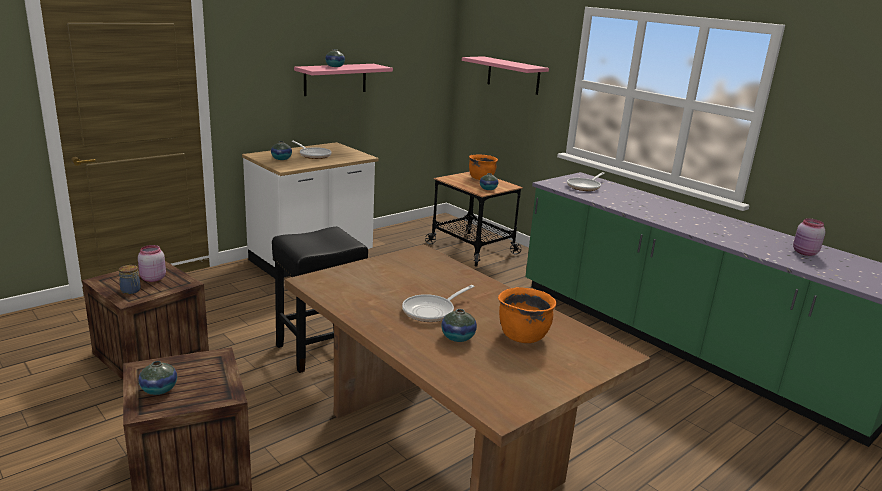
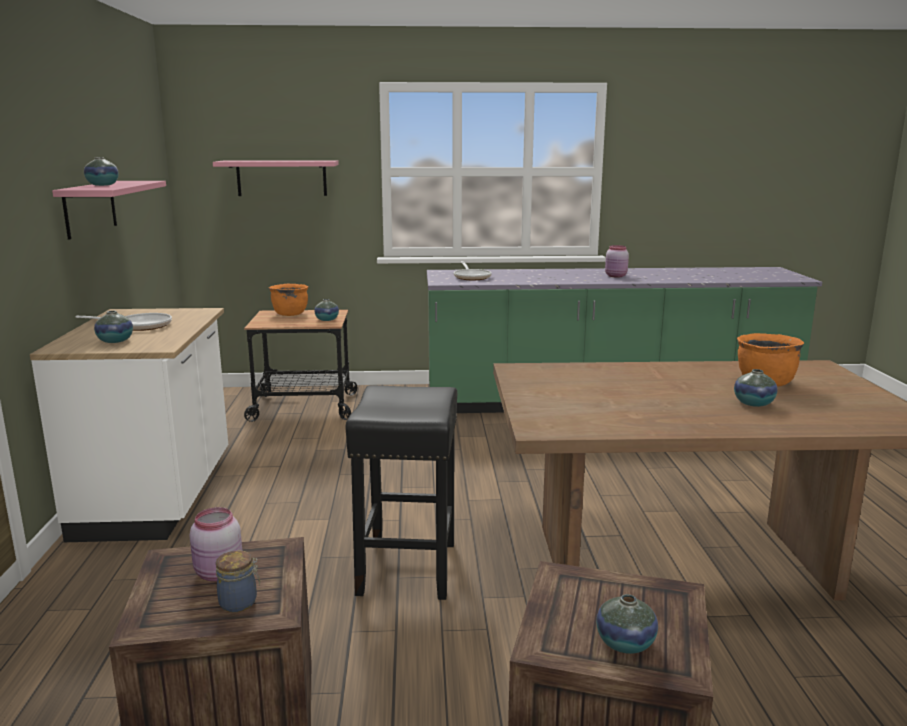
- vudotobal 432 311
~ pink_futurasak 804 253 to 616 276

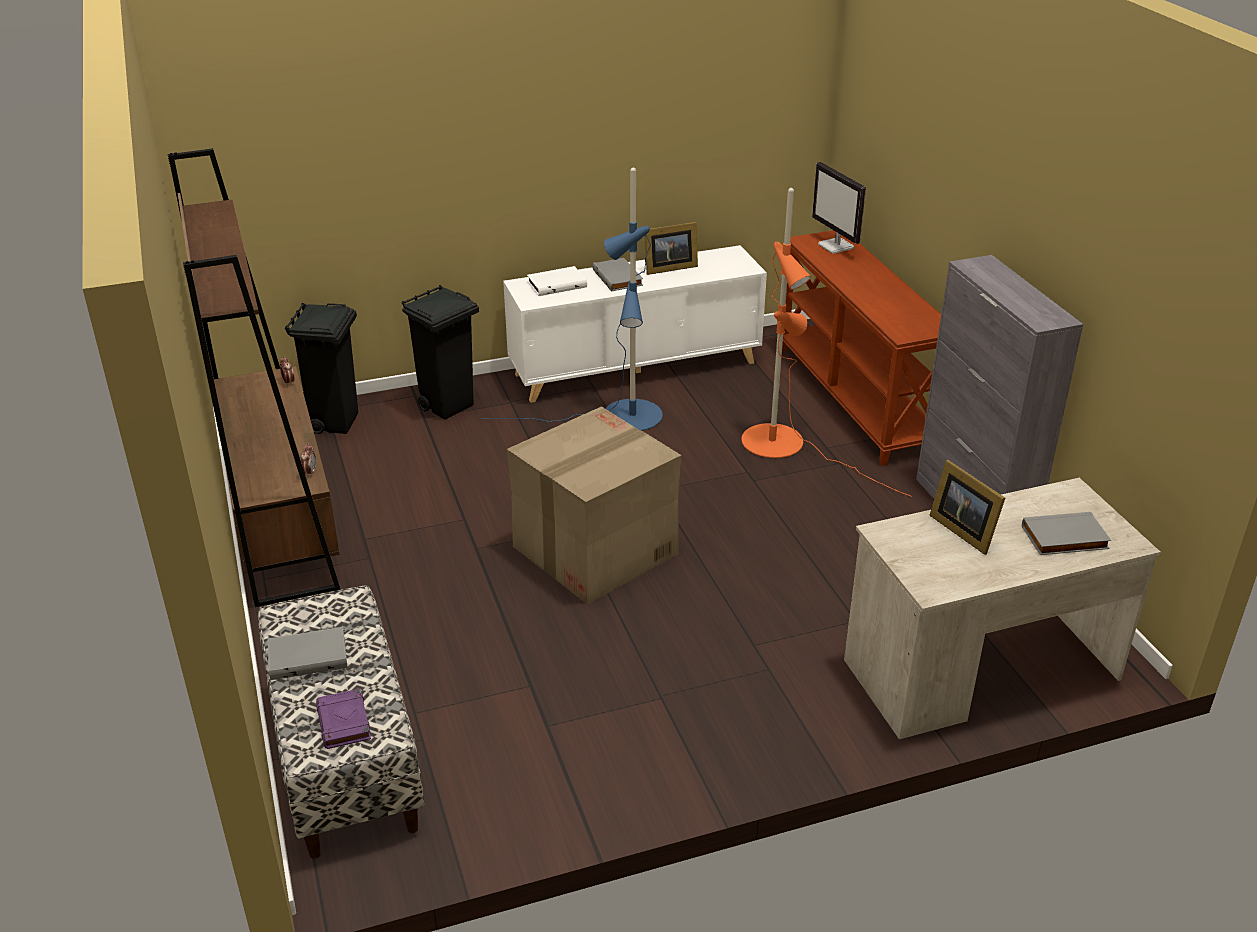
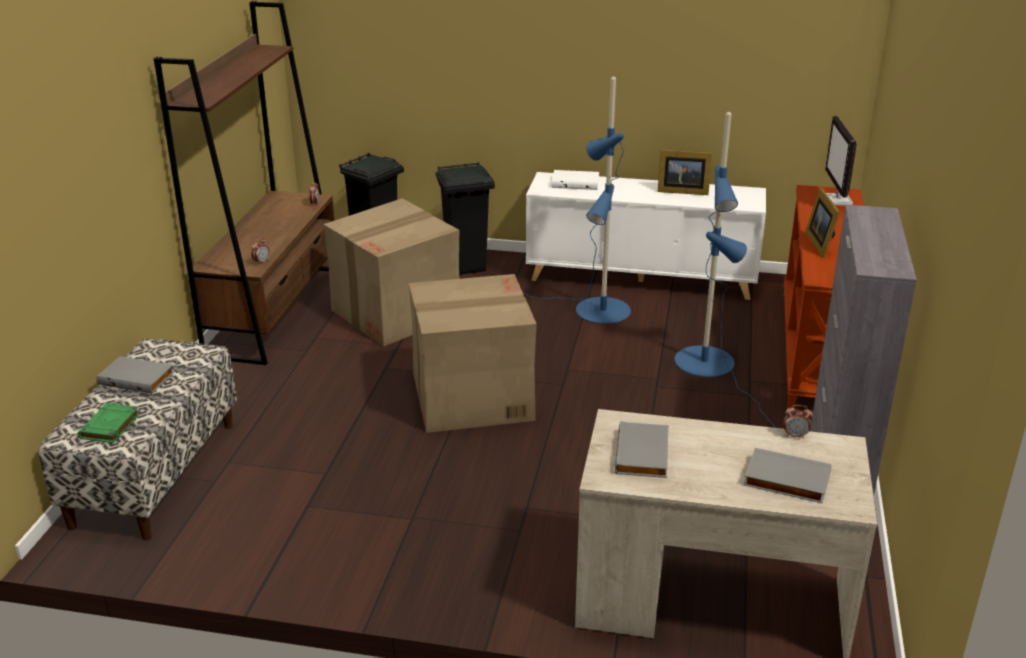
+ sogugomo 397 312
+ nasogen 795 435
~ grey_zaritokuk 619 278 to 644 454
~ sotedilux 962 530 to 821 244
~ purple_zaritokuk 344 723 to green_zaritokuk 110 427
~ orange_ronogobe 785 446 to blue_ronogobe 712 368

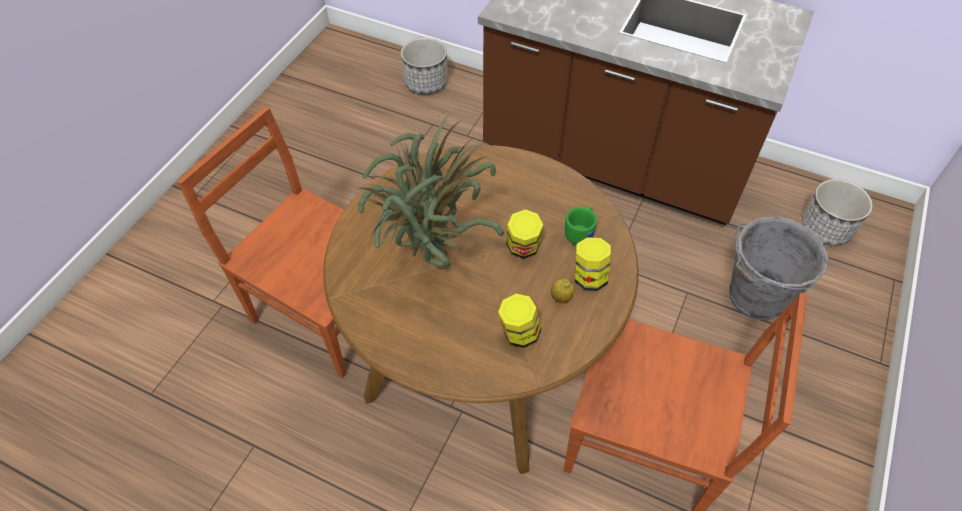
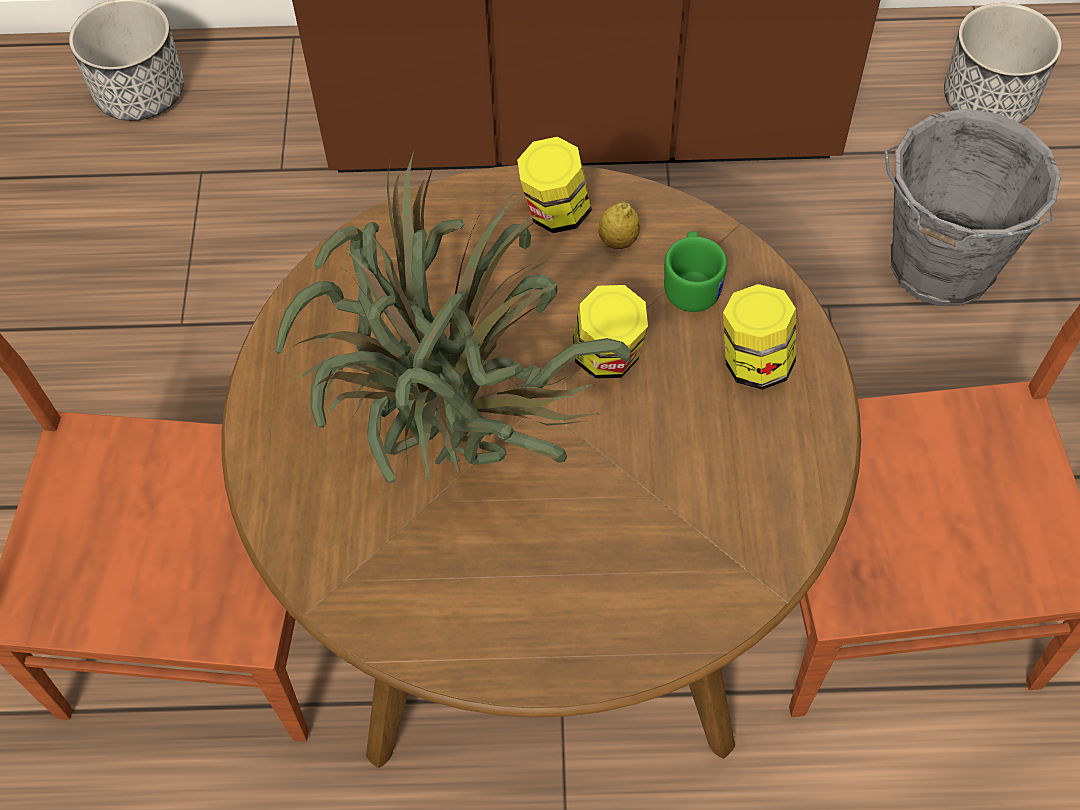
~ futurasak 519 333 to 555 213
~ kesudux 561 298 to 618 241

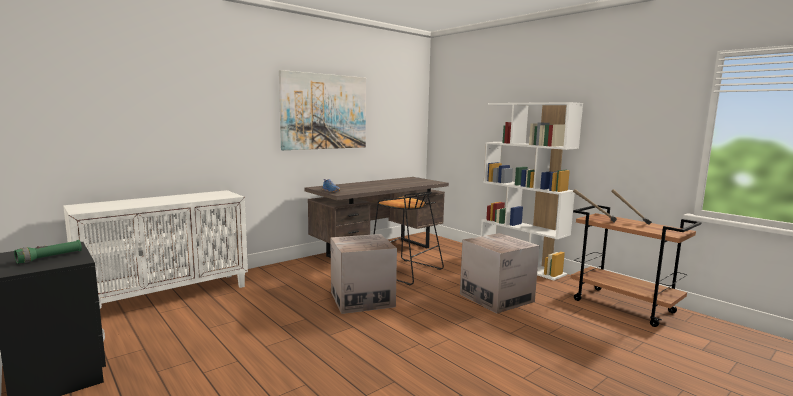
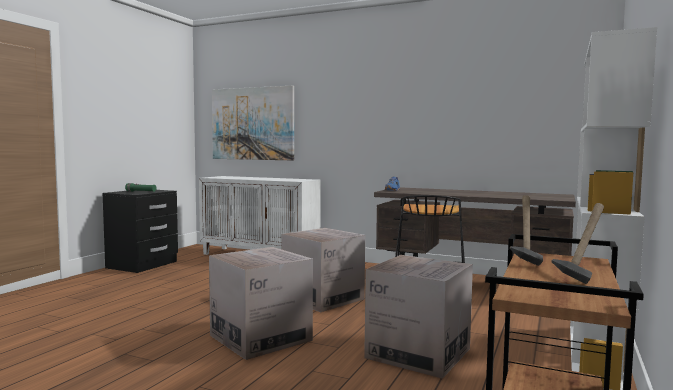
+ sogugomo 260 338
~ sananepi 324 112 to 252 123

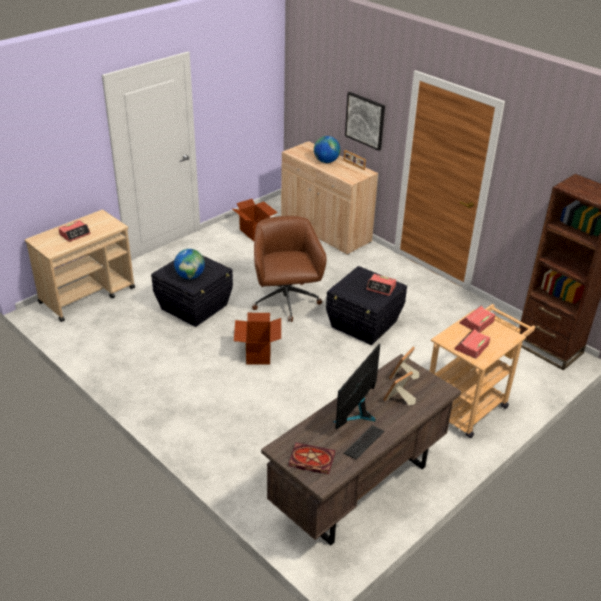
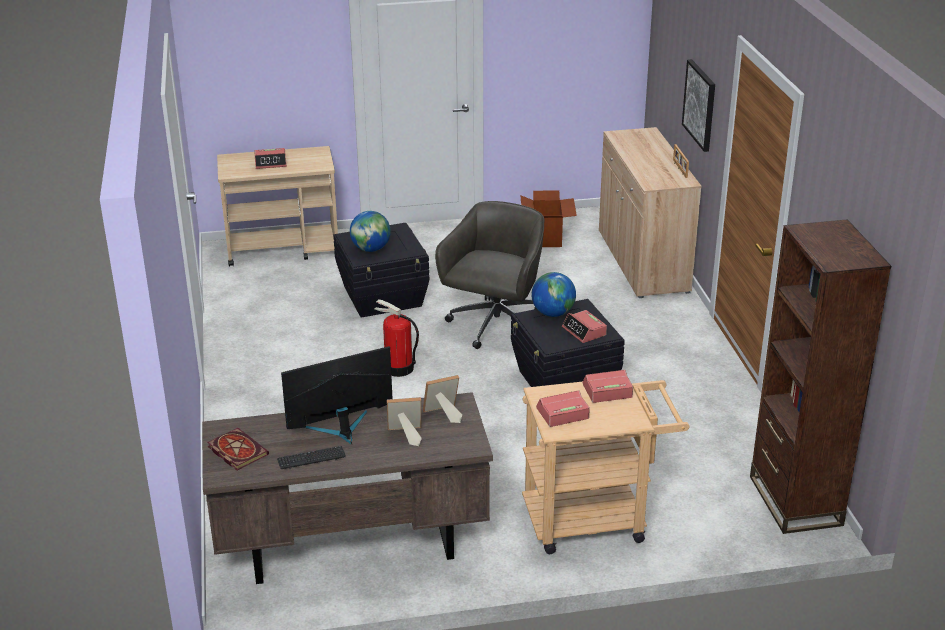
~ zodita 326 161 to 553 313
~ sogugomo 258 353 to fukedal 398 368
~ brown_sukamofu 286 302 to grey_sukamofu 495 326

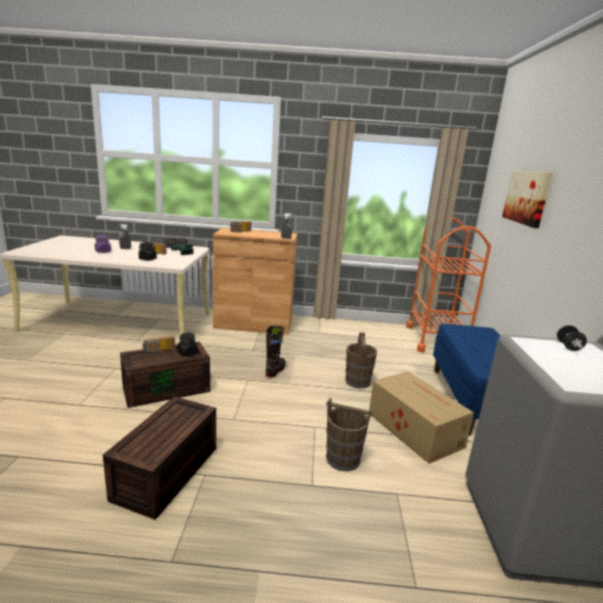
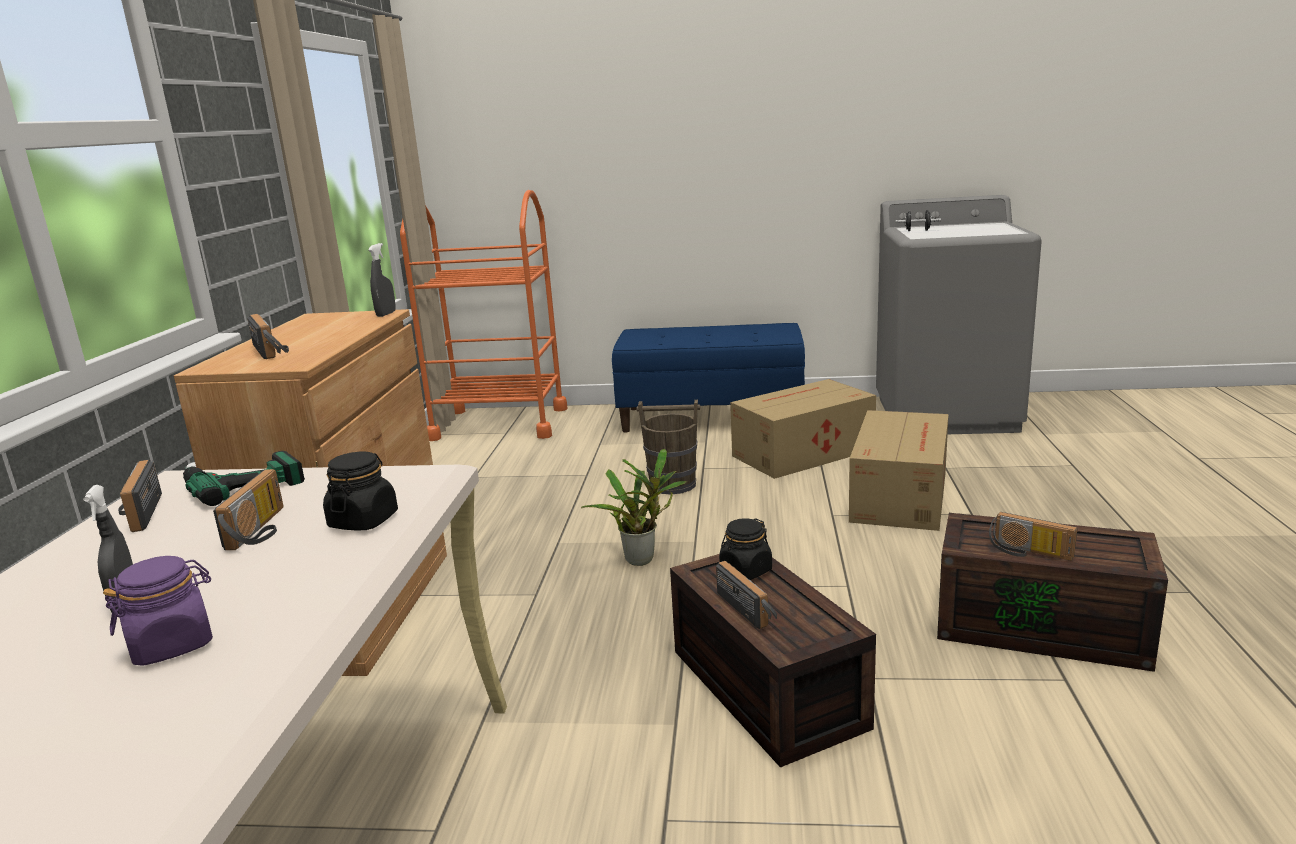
- sananepi 527 197
+ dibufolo 1028 553
~ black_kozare 275 371 to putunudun 643 559
~ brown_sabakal 343 459 to sogugomo 901 495

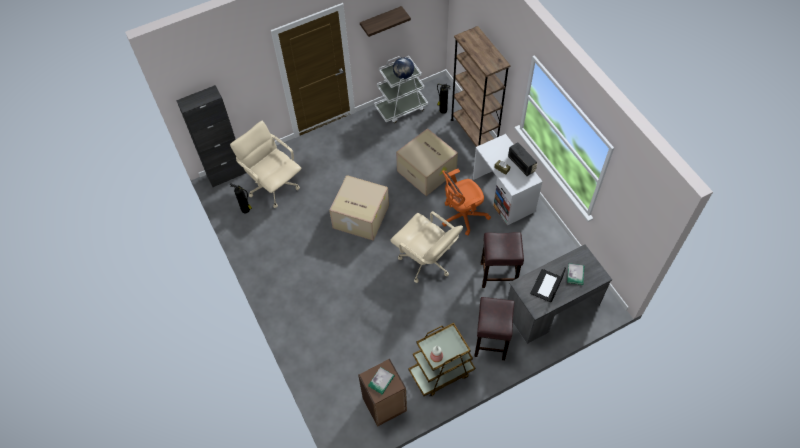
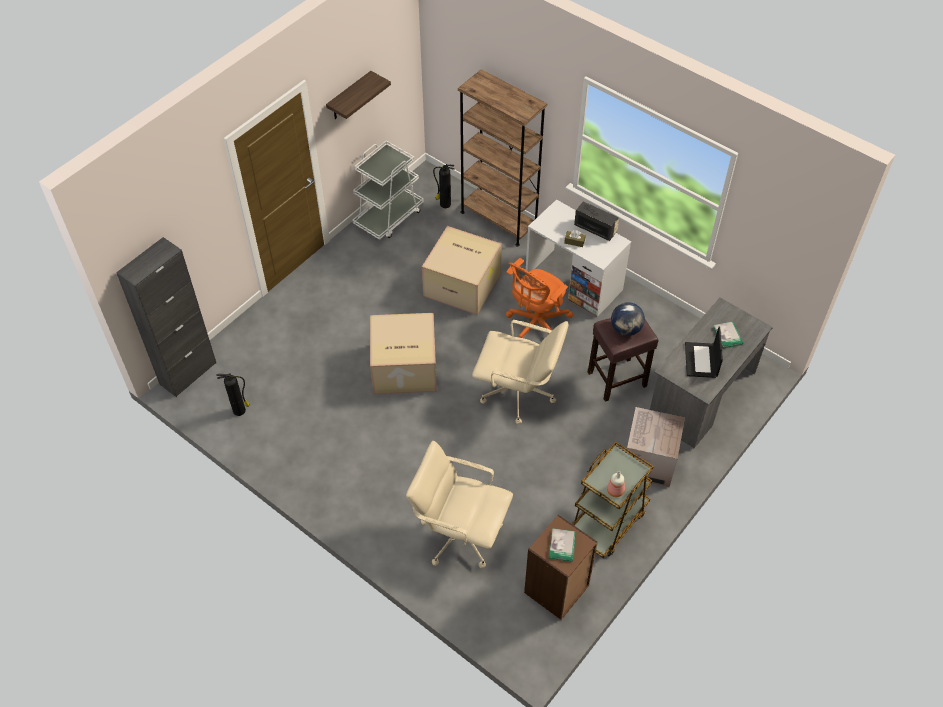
~ beige_sukamofu 273 185 to 460 534
~ zodita 403 75 to 626 329
~ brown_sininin 490 341 to sogugomo 649 461

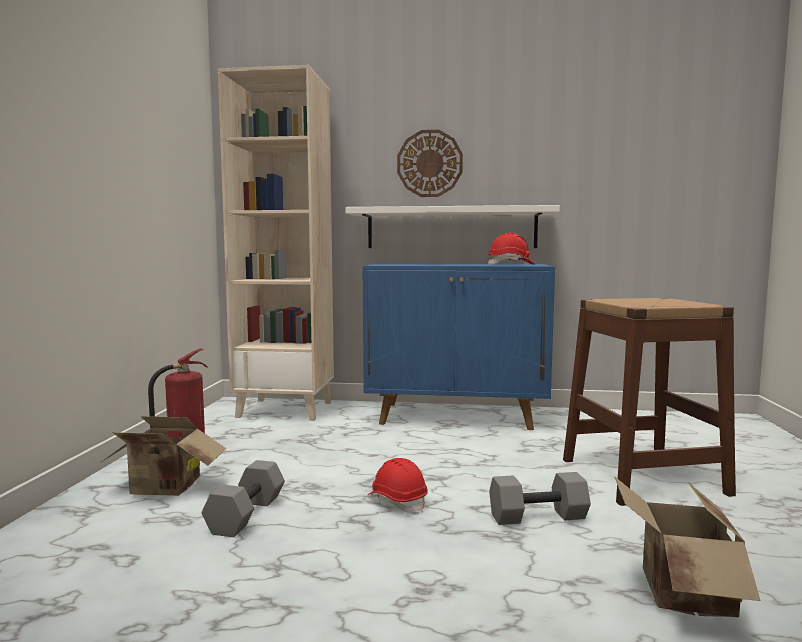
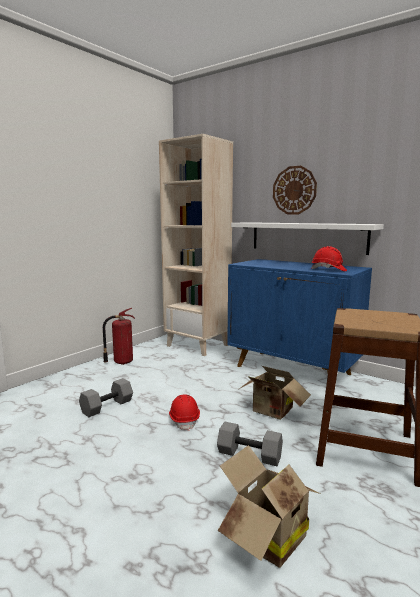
~ sogugomo 165 489 to 272 412

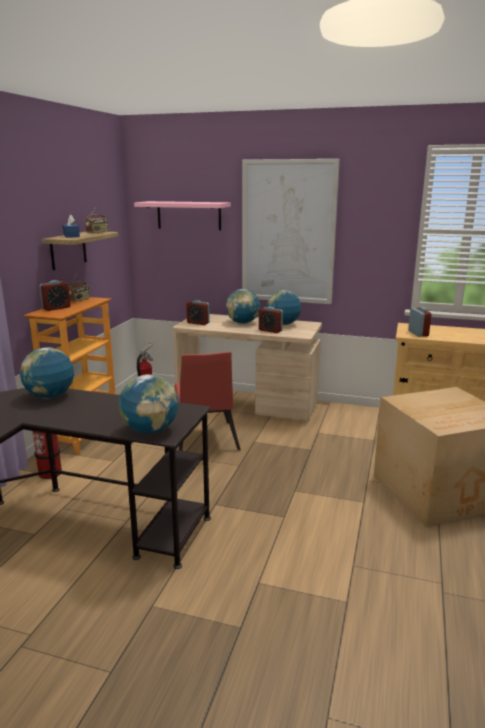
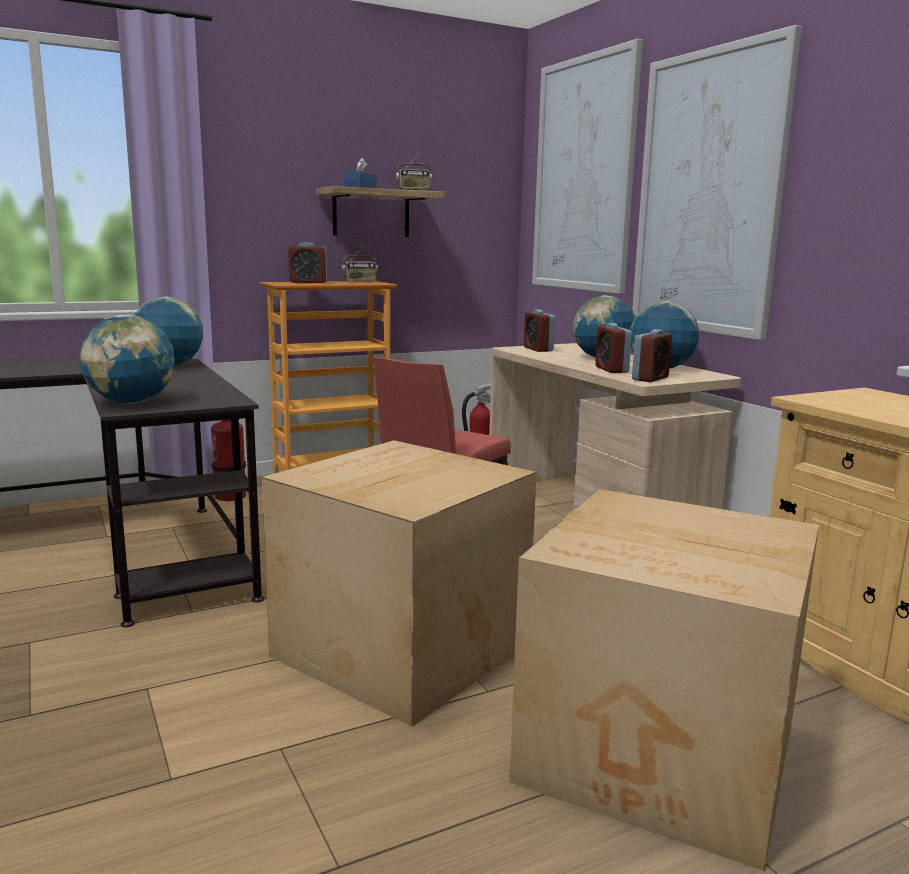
+ sogugomo 397 650
~ nasogen 418 333 to 650 378
~ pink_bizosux 189 215 to sananepi 584 176

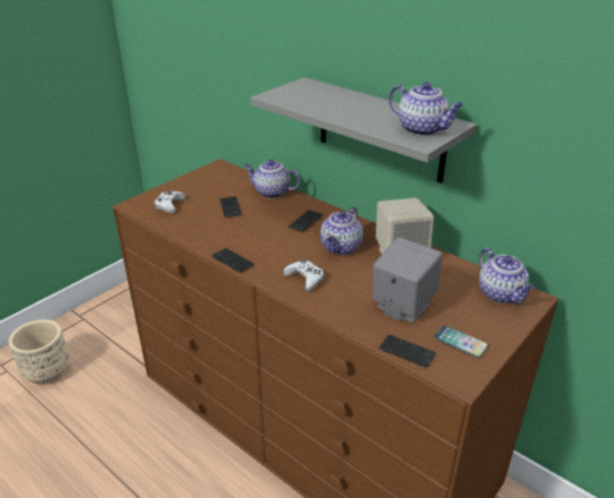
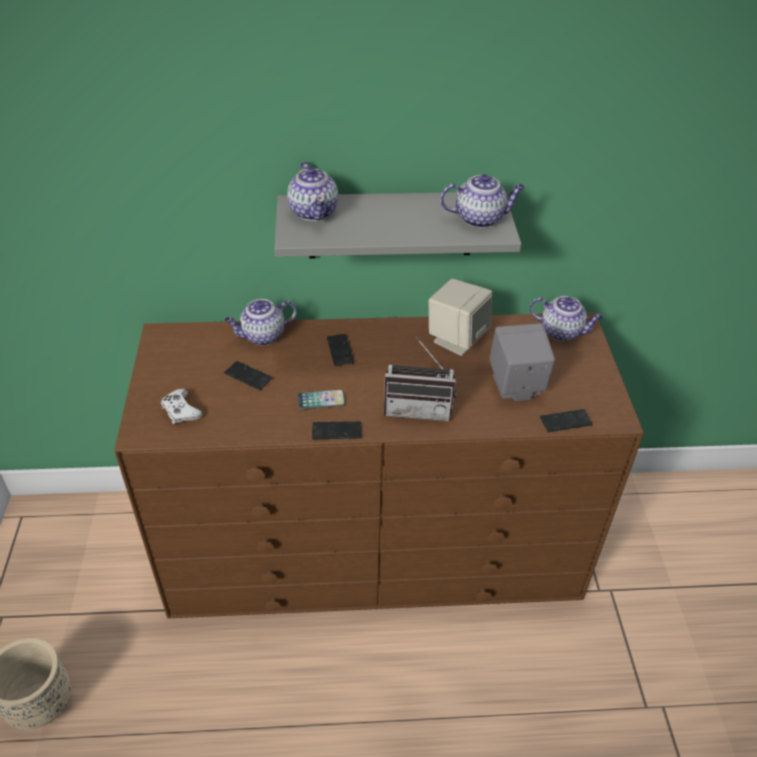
~ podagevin 341 247 to 314 211
~ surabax 460 342 to 321 400
~ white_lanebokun 305 279 to dibufolo 419 408

